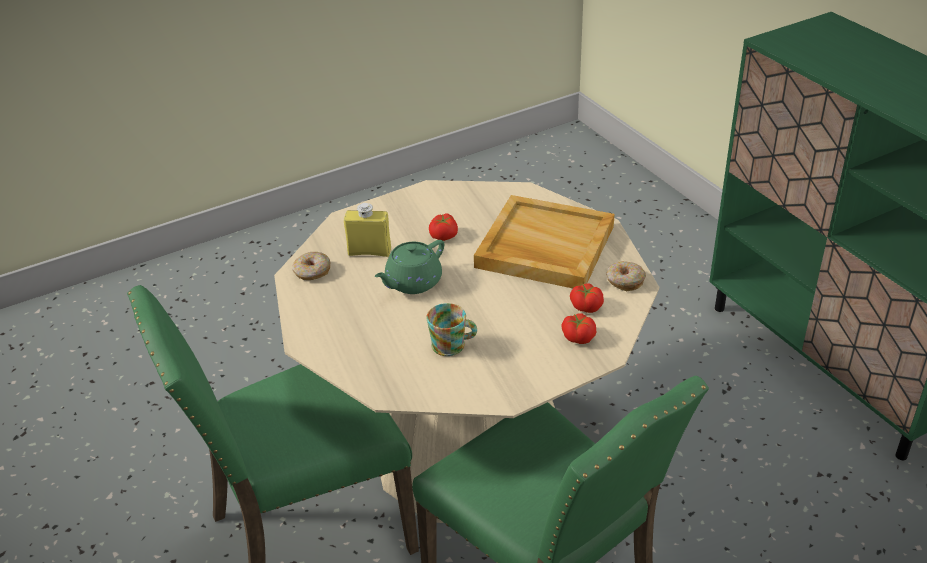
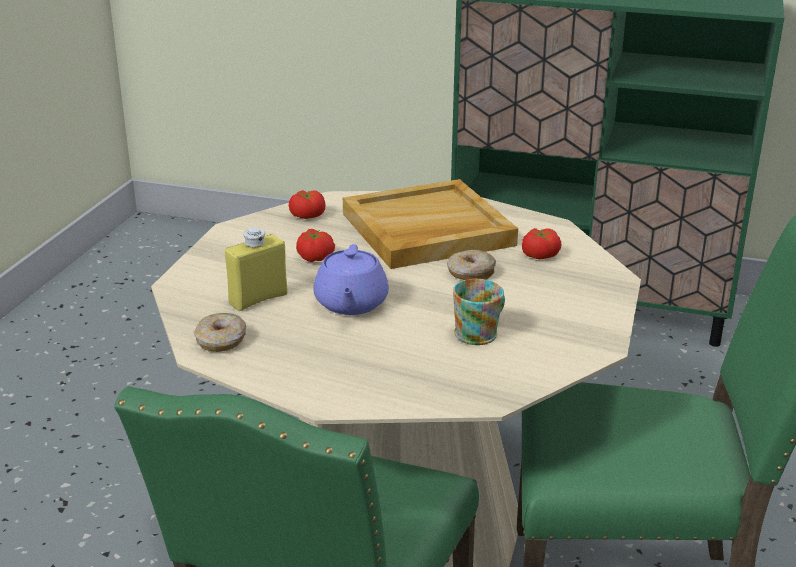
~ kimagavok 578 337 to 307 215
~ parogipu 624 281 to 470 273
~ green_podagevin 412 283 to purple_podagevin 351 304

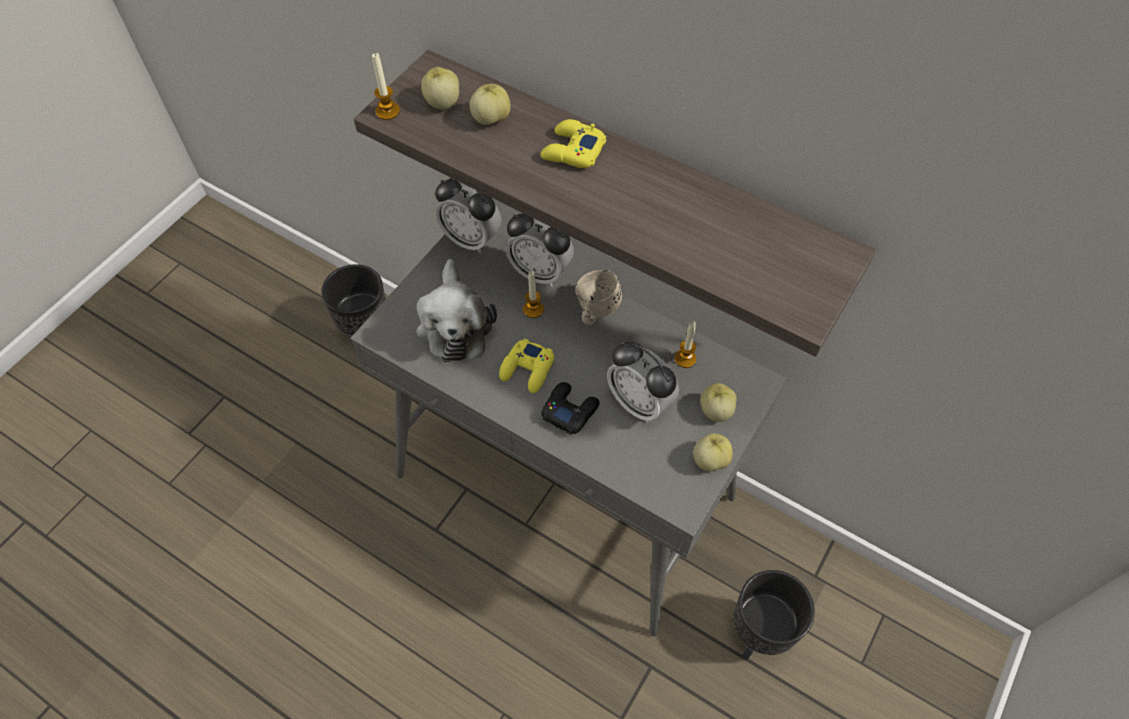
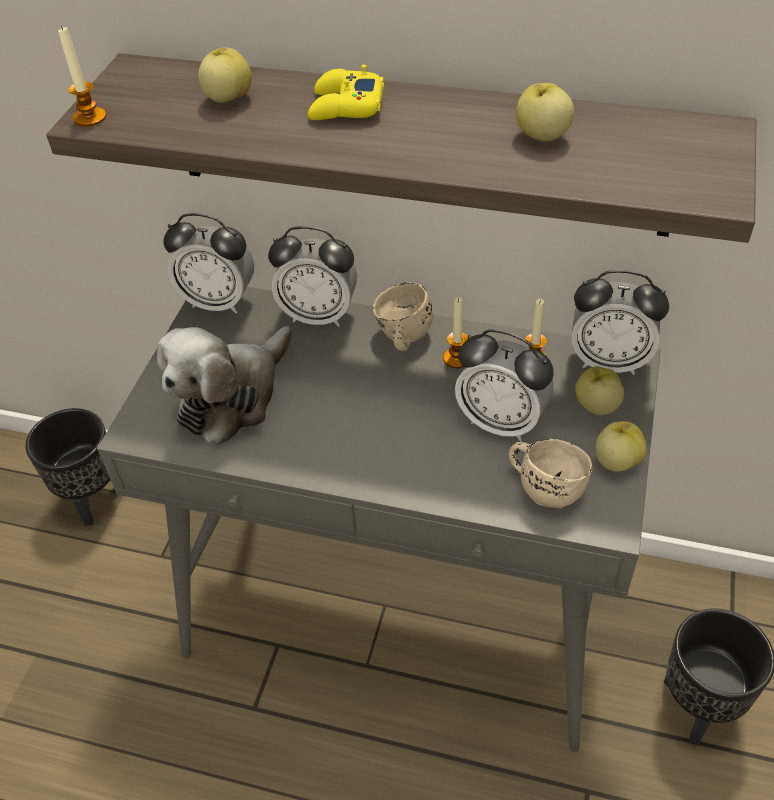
- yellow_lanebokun 527 370
- black_lanebokun 569 410
+ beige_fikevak 545 485
+ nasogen 609 361
~ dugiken 442 103 to 542 136
~ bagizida 533 309 to 457 358
~ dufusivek 455 324 = 232 396 60 degrees clockwise

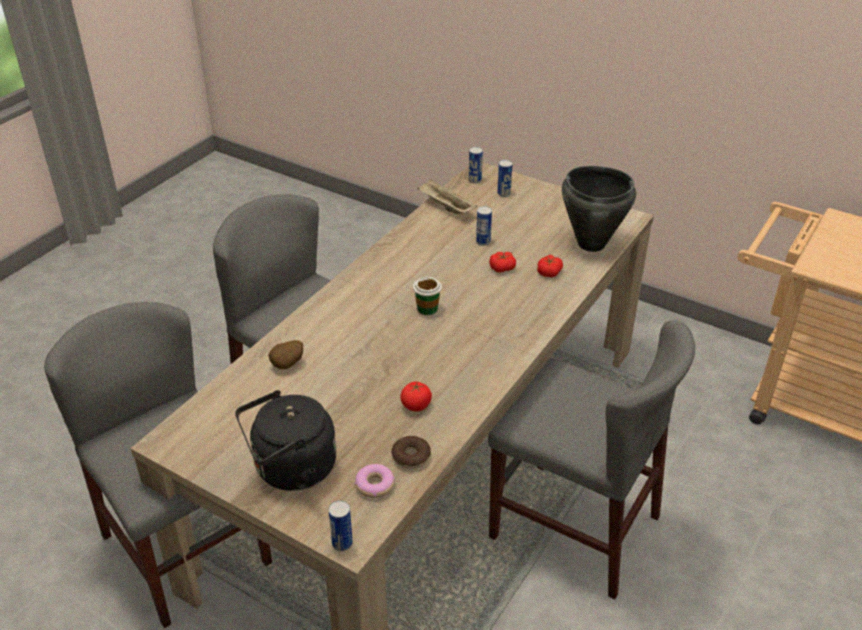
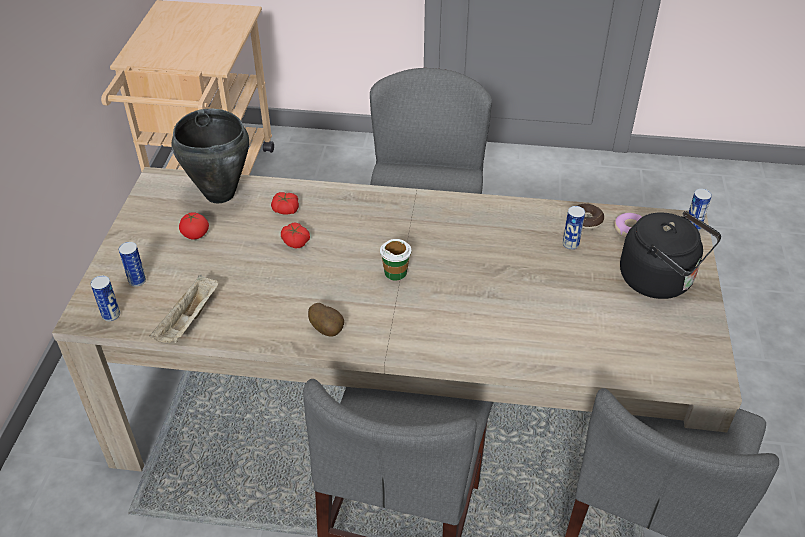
~ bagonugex 288 365 to 328 329
~ kimagavok 416 406 to 195 235
~ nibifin 483 242 to 570 244

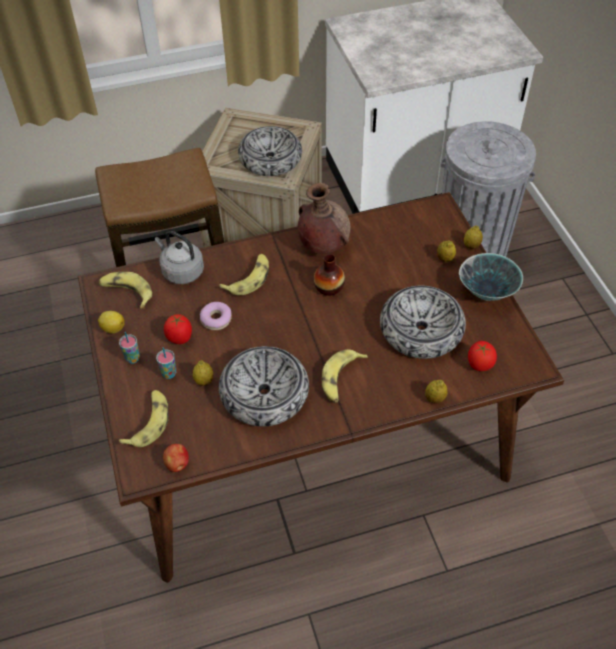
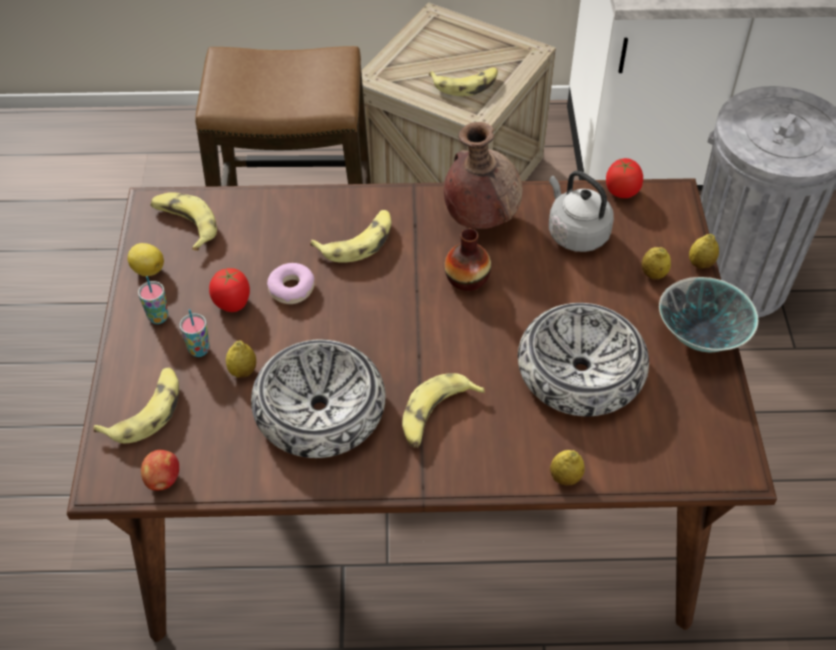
~ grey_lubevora 181 271 to 575 233
~ kimagavok 479 364 to 621 191
~ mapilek 270 159 to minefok 466 84

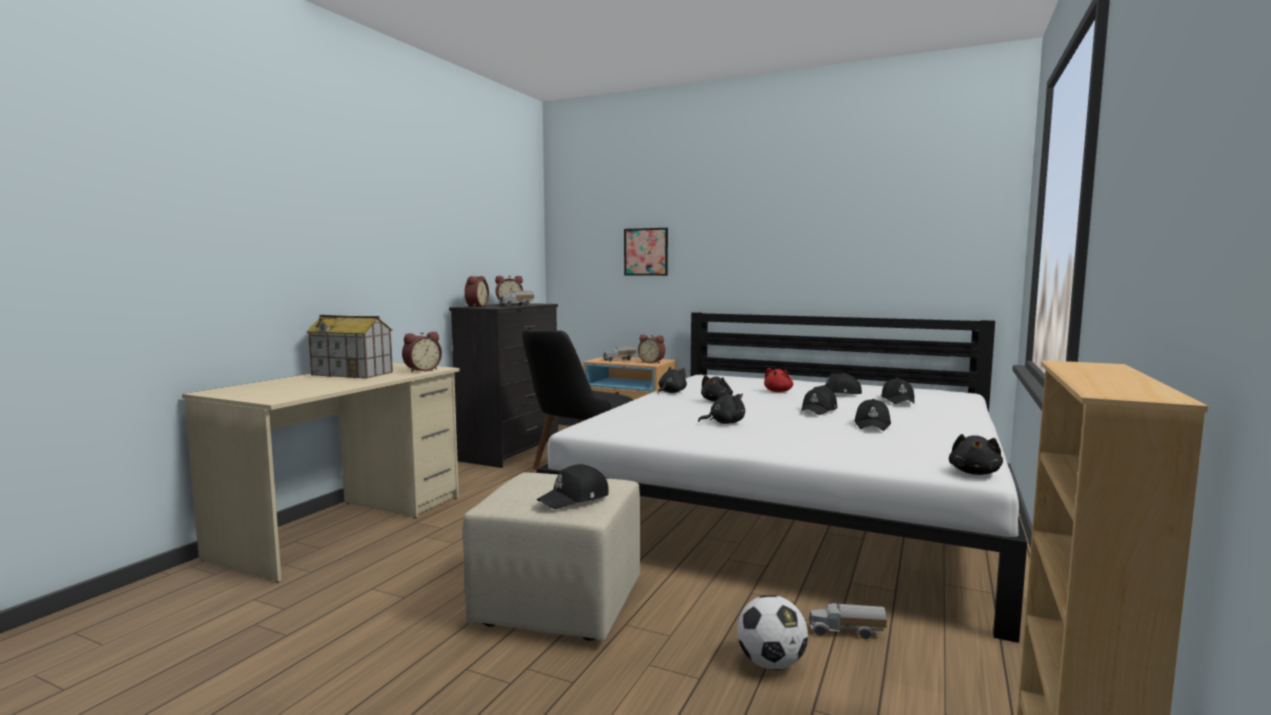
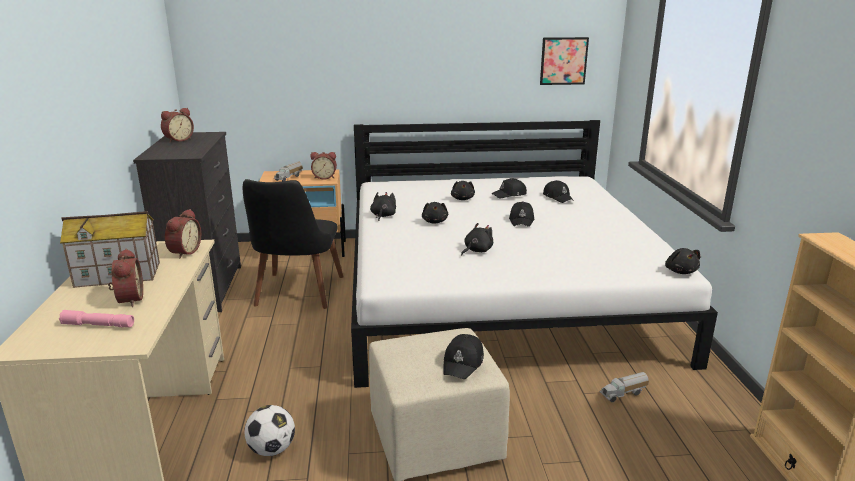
- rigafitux 516 306
- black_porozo 872 425
+ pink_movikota 98 325
~ nasogen 475 306 to 128 300
~ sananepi 646 252 to 563 61
~ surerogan 771 663 to 272 449
~ red_dufusivek 778 391 to black_dufusivek 462 199

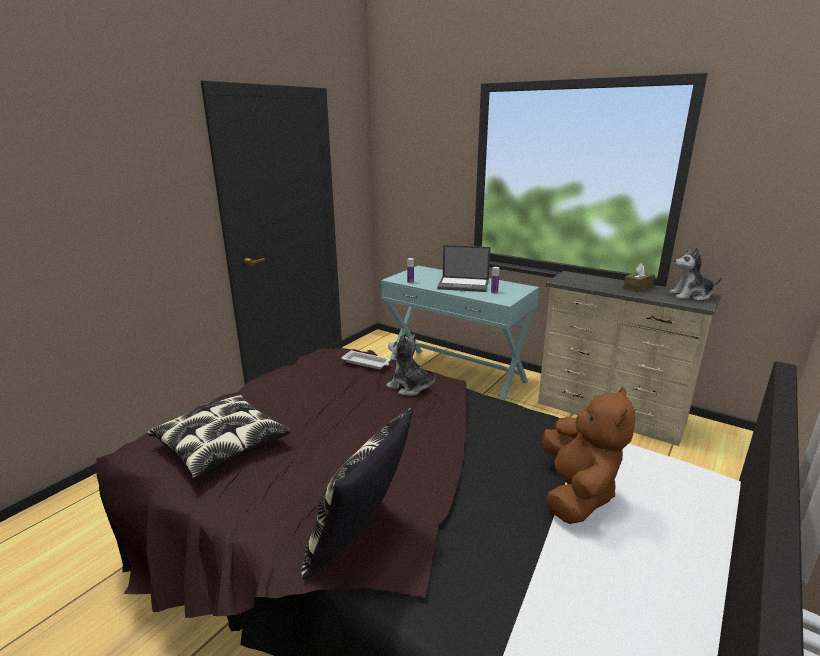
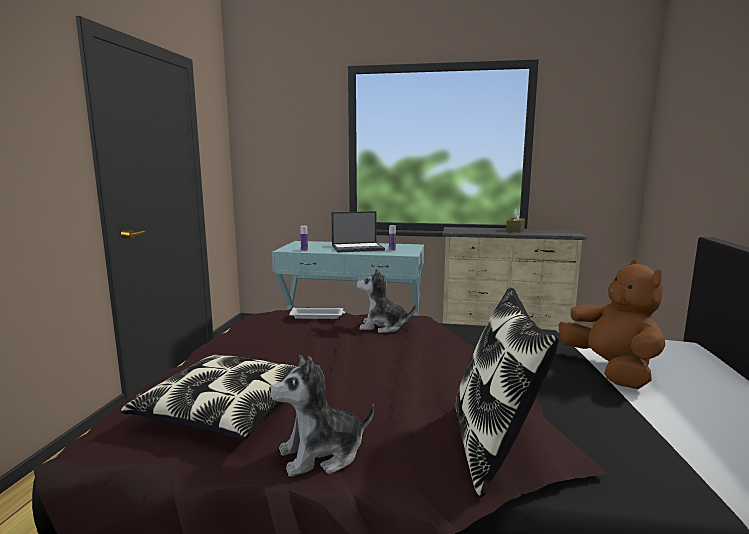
~ dufusivek 691 296 to 322 454

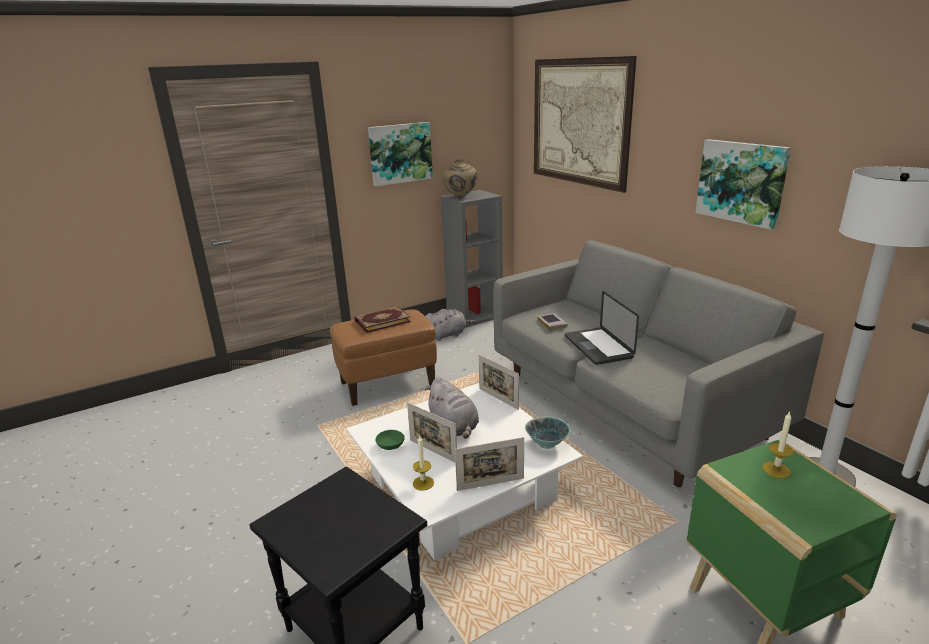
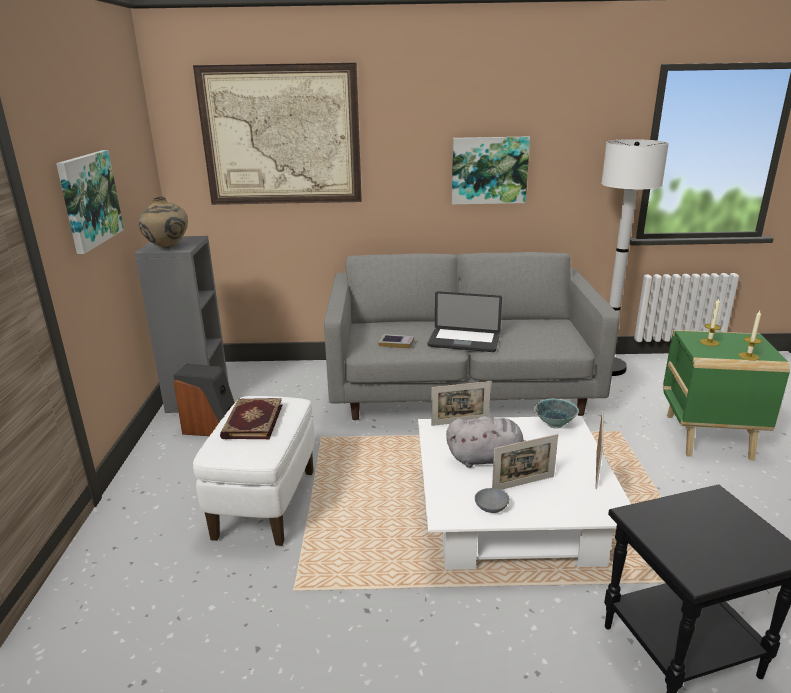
~ bagizida 423 483 to 748 356
~ grey_dufusivek 447 335 to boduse 212 428
~ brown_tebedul 388 384 to white_tebedul 266 503
~ green_mapilek 391 445 to grey_mapilek 491 506

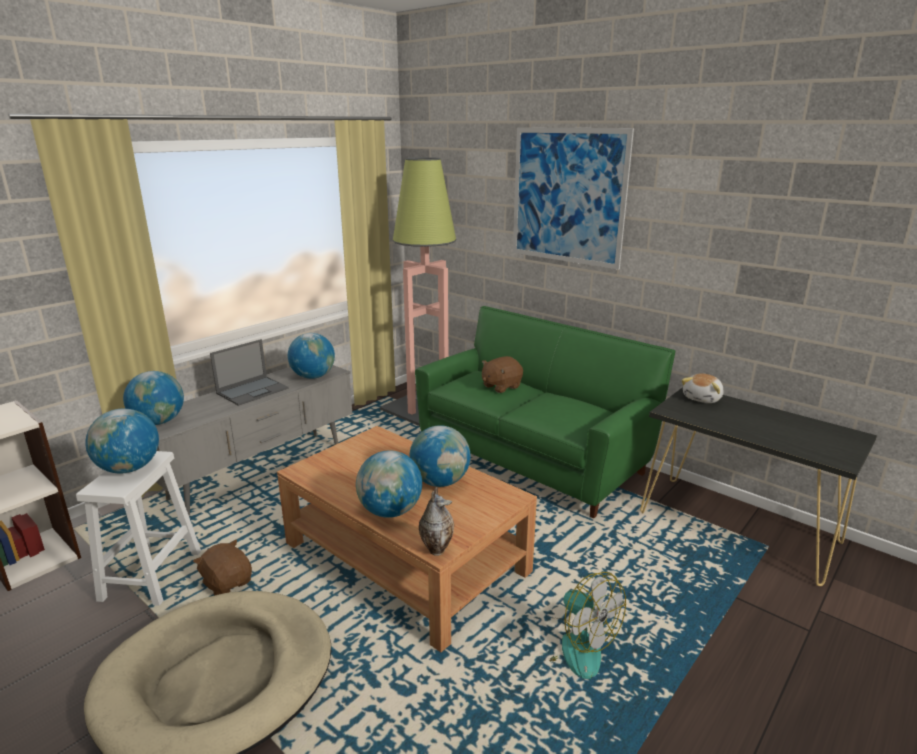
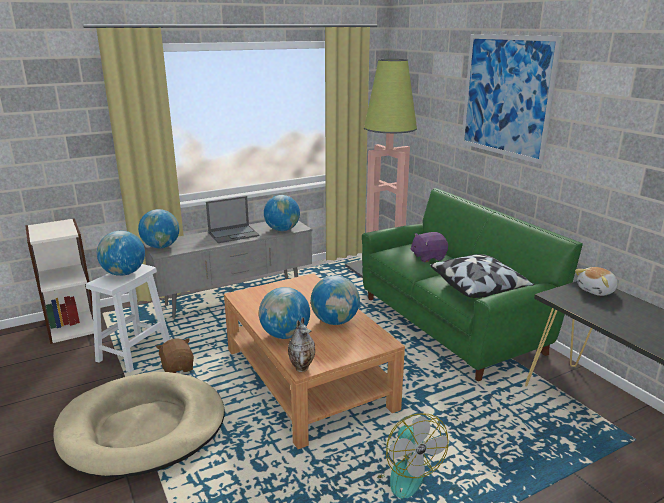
+ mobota 479 287
~ brown_dufusivek 501 386 to purple_dufusivek 428 257

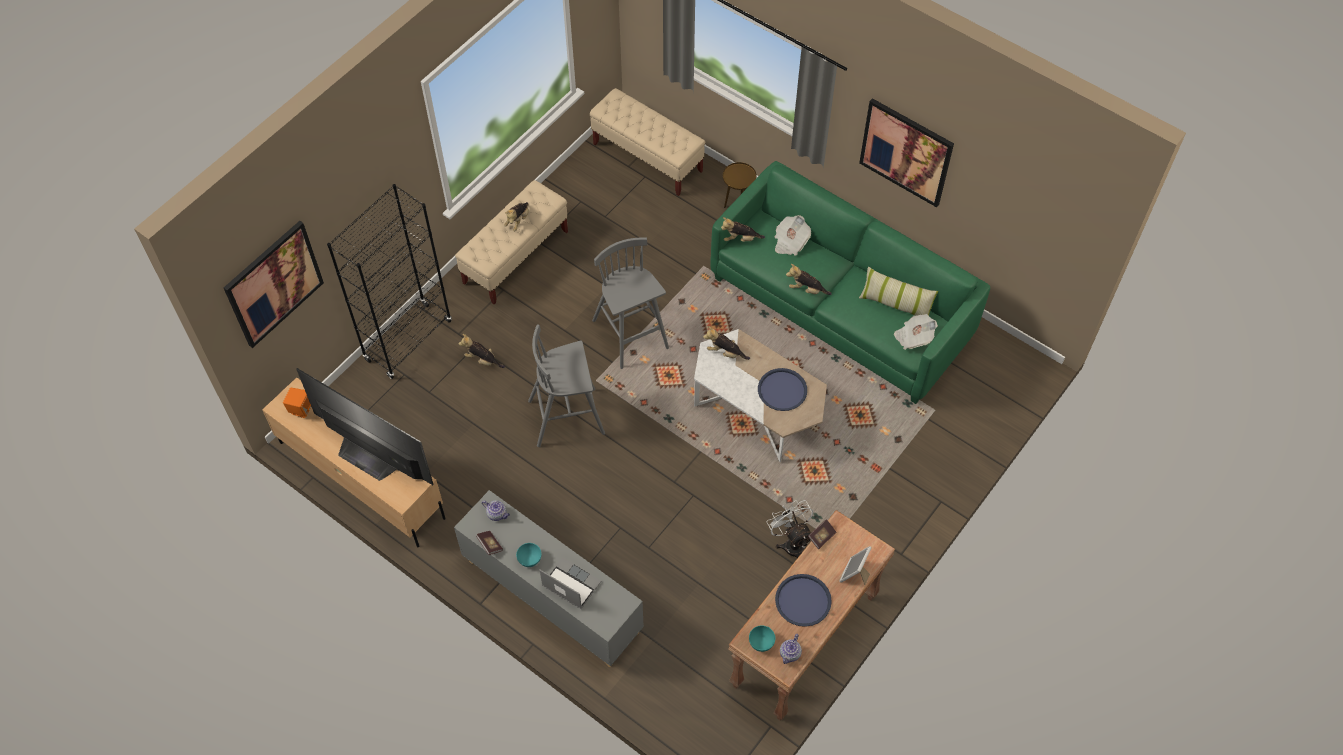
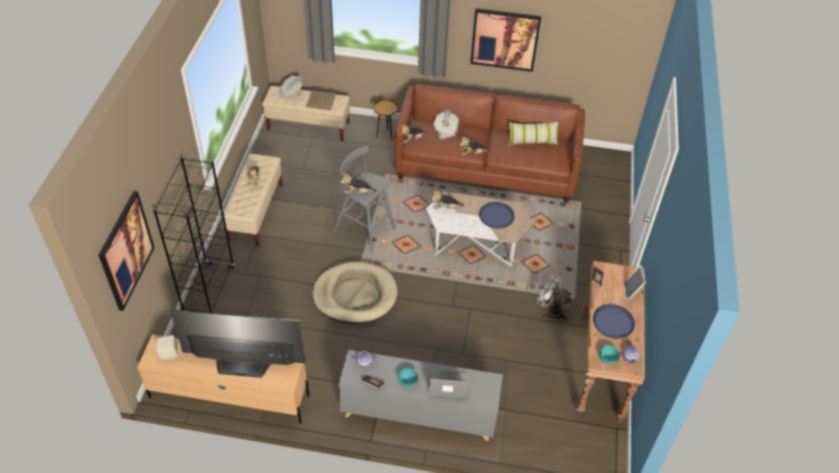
+ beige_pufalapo 321 100
~ dufusivek 482 360 to 357 192
~ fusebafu 913 337 to 289 92
~ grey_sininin 568 417 to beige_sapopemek 355 295
~ orange_boduse 301 409 to beige_boduse 169 354
~ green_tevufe 841 307 to brown_tevufe 486 167

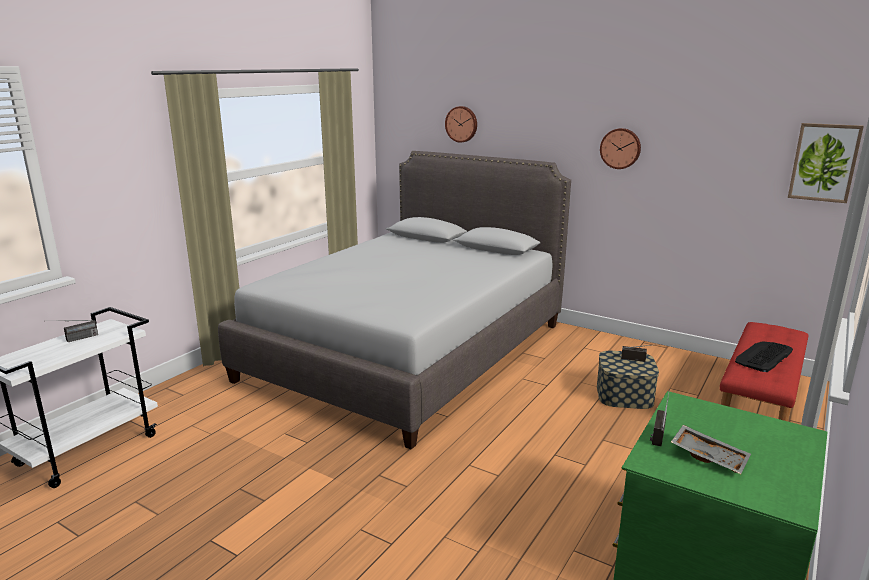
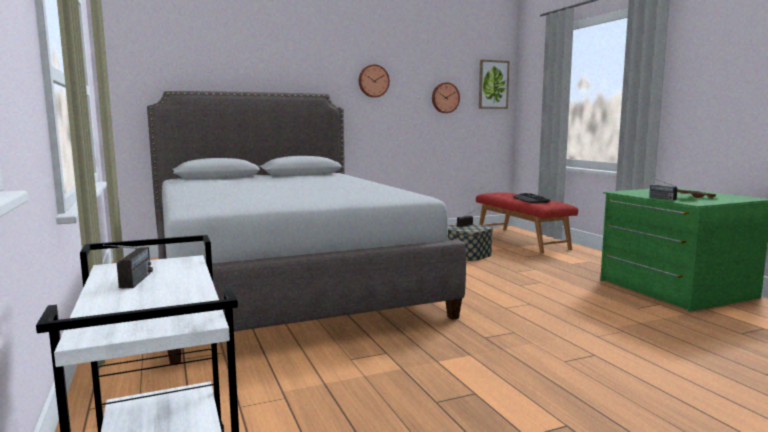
~ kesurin 462 124 to 445 98

